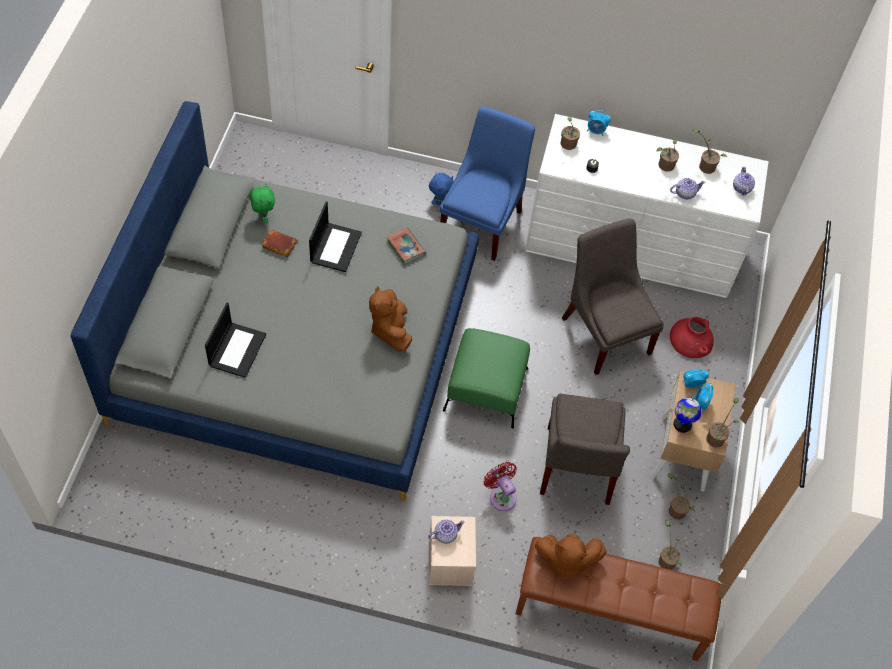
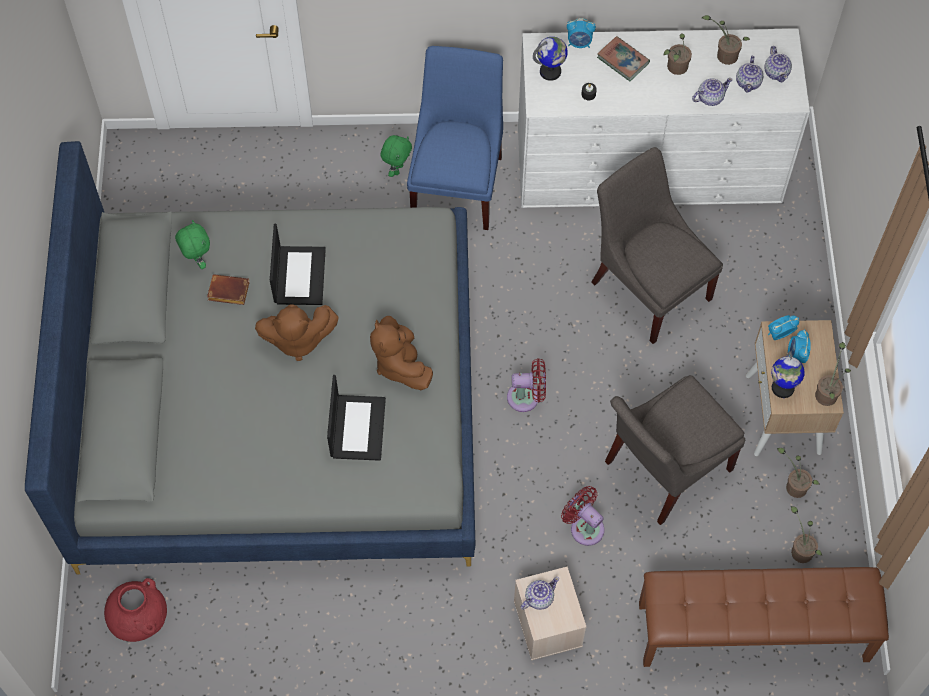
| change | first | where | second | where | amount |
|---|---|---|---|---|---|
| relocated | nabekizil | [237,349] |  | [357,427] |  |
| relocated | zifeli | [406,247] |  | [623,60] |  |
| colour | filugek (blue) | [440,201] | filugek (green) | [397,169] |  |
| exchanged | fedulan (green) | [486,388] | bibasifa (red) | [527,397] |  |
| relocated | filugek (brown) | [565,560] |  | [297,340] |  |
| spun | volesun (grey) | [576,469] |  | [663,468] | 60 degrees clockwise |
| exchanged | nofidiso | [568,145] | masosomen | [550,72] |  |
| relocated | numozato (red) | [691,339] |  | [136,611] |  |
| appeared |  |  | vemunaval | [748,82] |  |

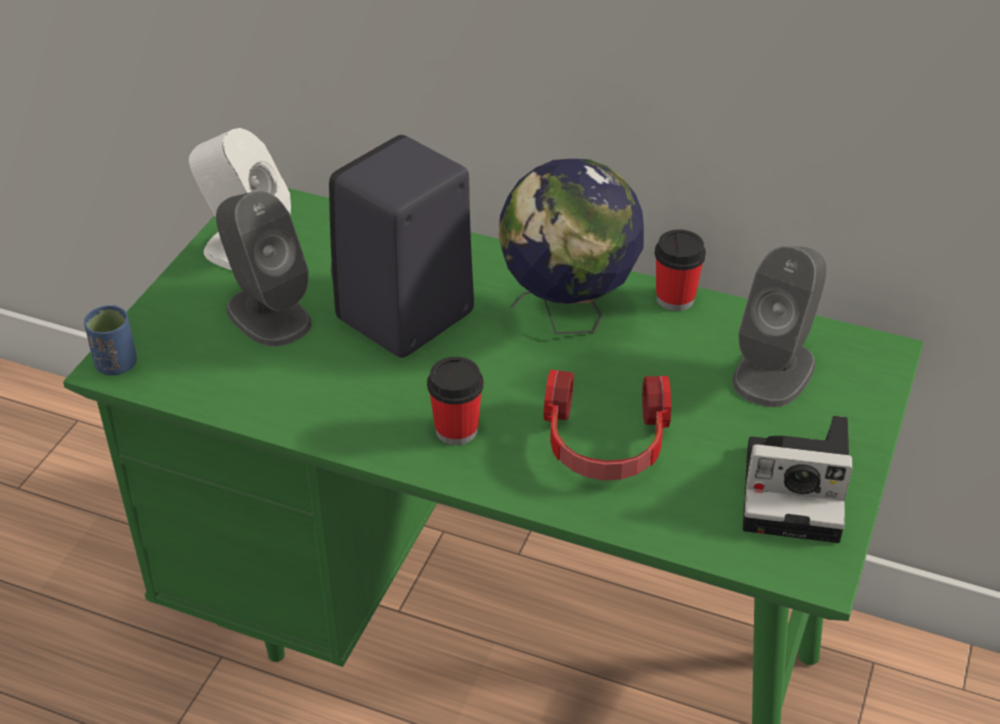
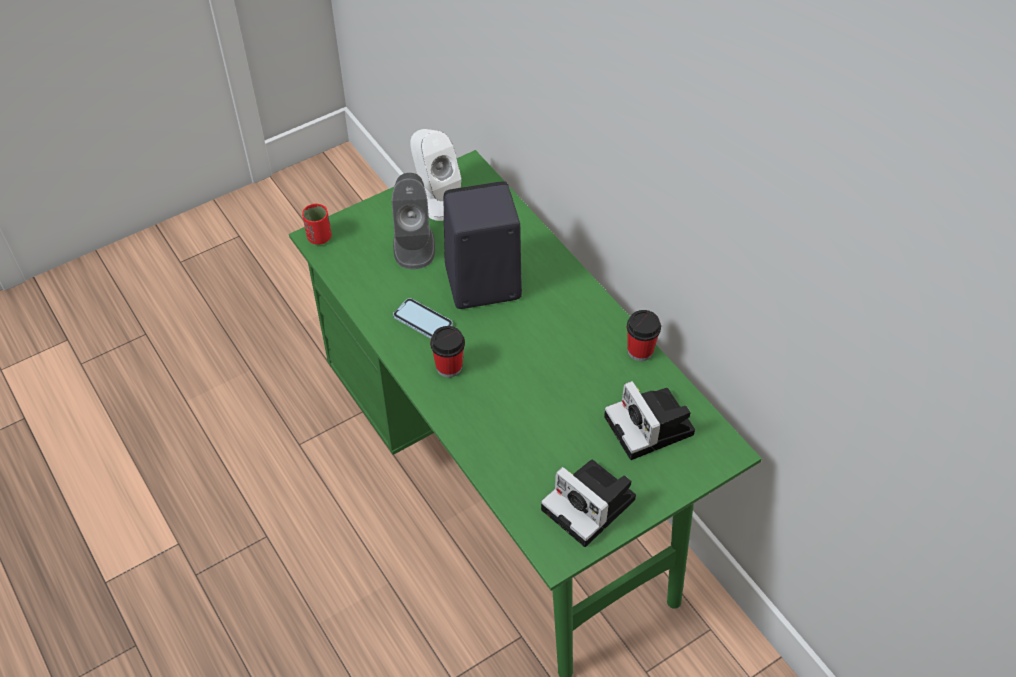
| change | first | where | second | where | amount |
|---|---|---|---|---|---|
| colour | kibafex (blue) | [116,365] | kibafex (red) | [319,237] |  |
| missing | masosomen | [568,318] |  |  |  |
| missing | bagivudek | [605,444] |  |  |  |
| exchanged | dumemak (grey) | [774,371] | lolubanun | [651,428] |  |
| appeared |  |  | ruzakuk | [423,321] |  |

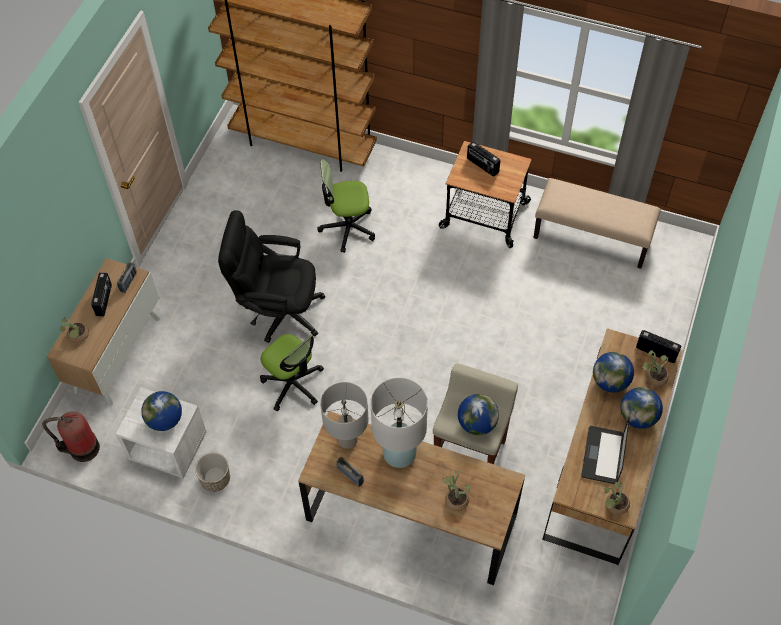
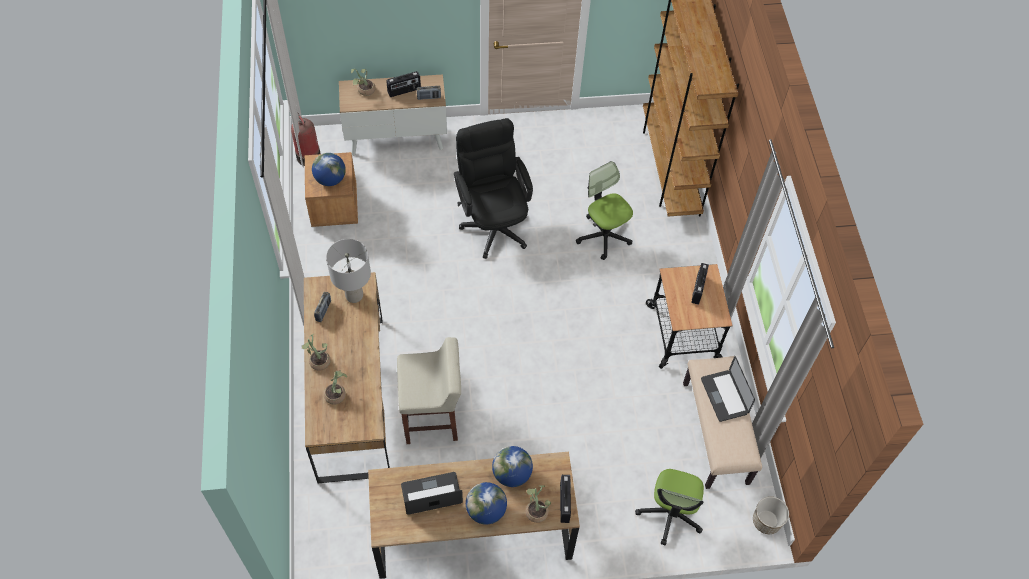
| change | first | where | second | where | amount |
|---|---|---|---|---|---|
| colour | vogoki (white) | [167,447] | vogoki (brown) | [334,206] |  |
| relocated | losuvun | [215,479] |  | [766,521] |  |
| relocated | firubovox | [293,384] |  | [670,514] |  |
| missing | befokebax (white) | [399,453] |  |  |  |
| missing | masosomen | [477,423] |  |  |  |
| relocated | nofidiso | [614,506] |  | [318,360] |  |
| appeared |  |  | nabekizil | [724,396] |  |

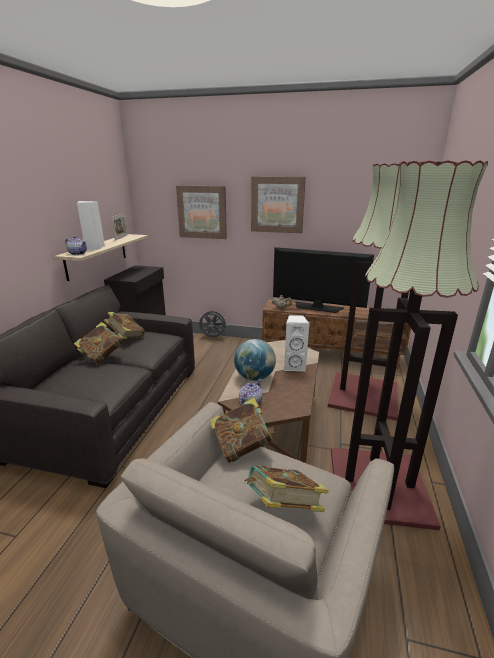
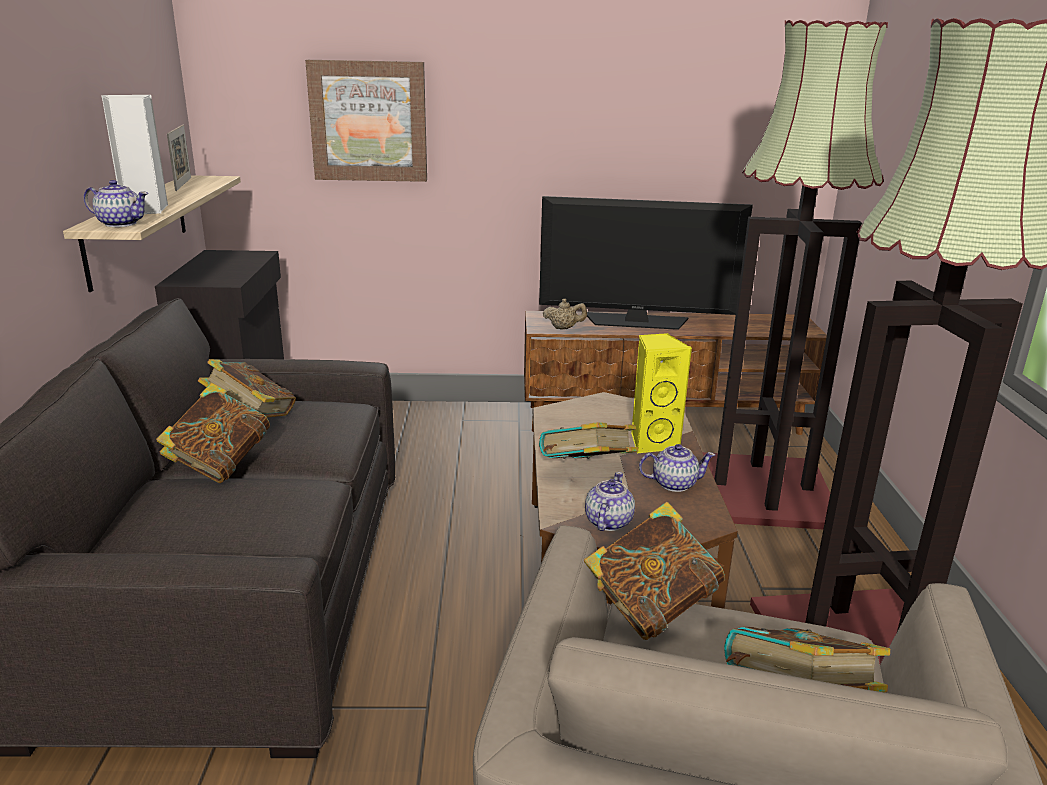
| change | first | where | second | where | amount |
|---|---|---|---|---|---|
| missing | bibasifa (grey) | [212,337] |  |  |  |
| exchanged | masosomen | [254,377] | zifeli | [587,473] |  |
| missing | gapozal | [277,205] |  |  |  |
| colour | dumemak (white) | [294,366] | dumemak (yellow) | [652,442] |  |
| appeared |  |  | vemunaval | [673,484] |  |

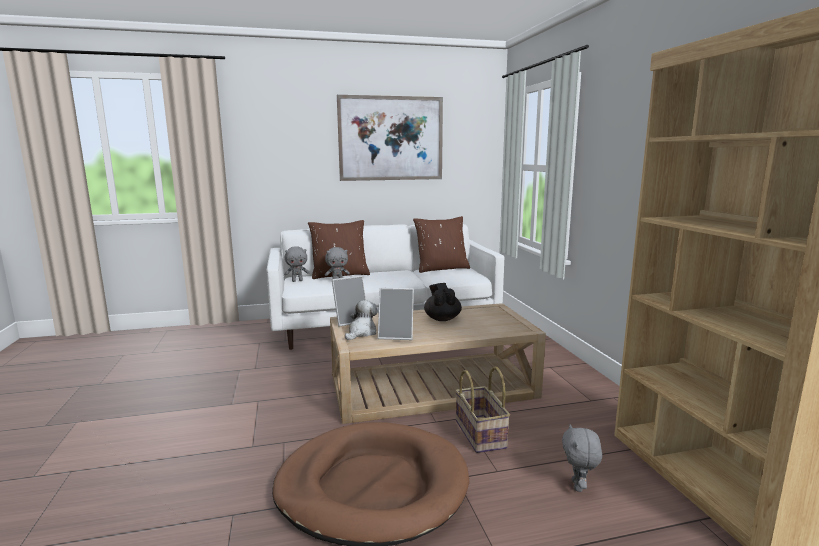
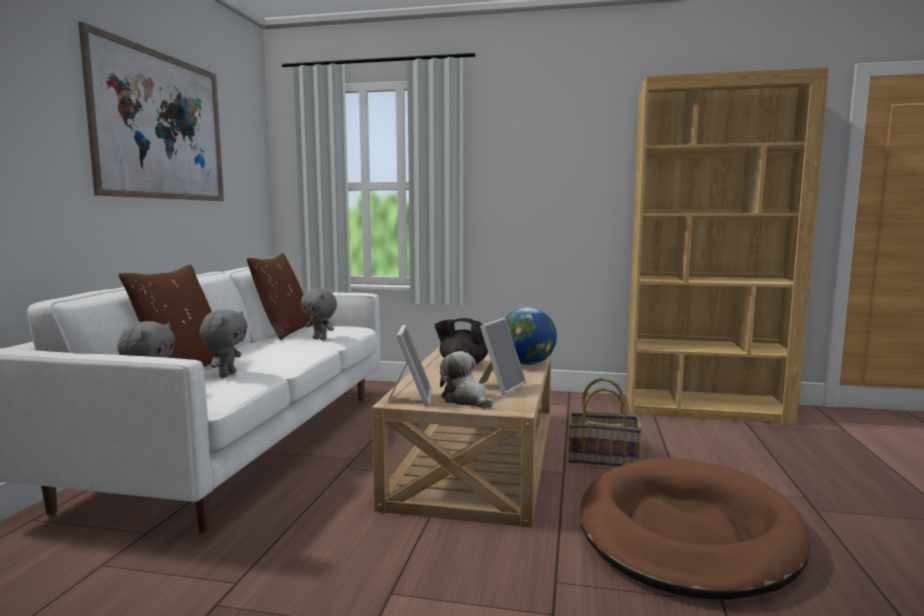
| change | first | where | second | where | amount |
|---|---|---|---|---|---|
| relocated | filugek (grey) | [578,486] |  | [320,339] |  |
| appeared |  |  | masosomen | [527,364] |  |

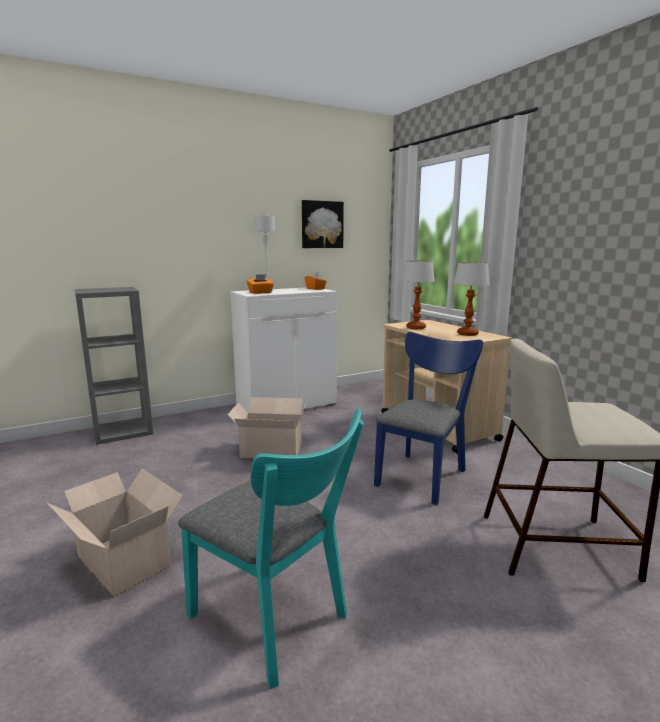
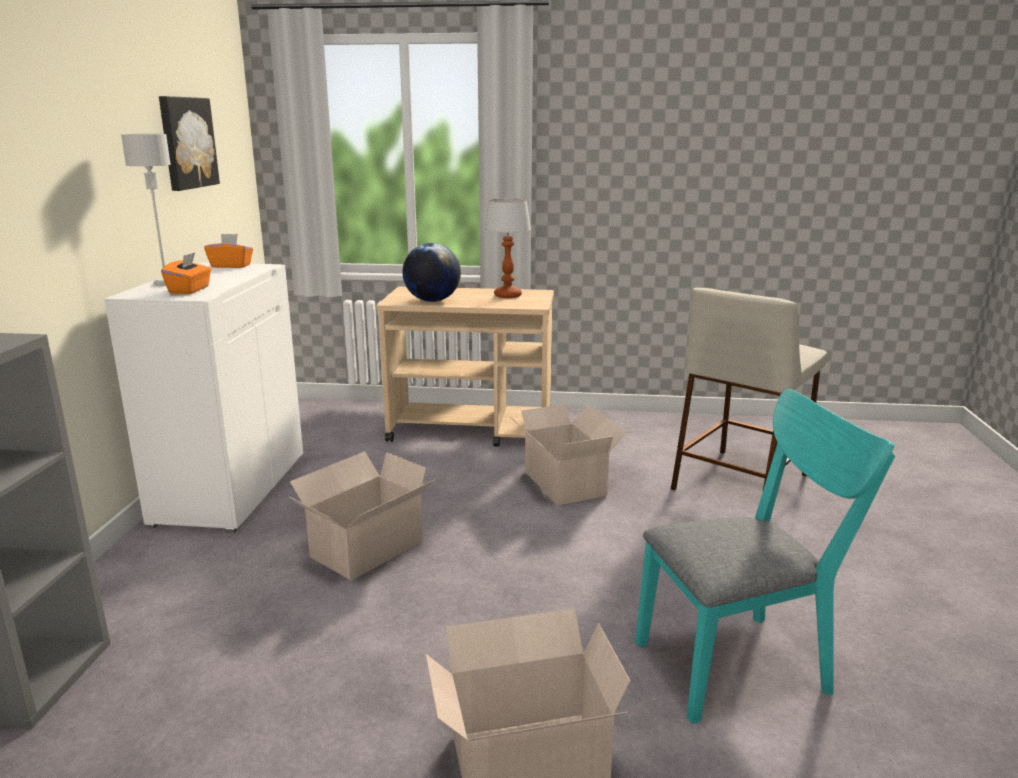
| change | first | where | second | where | amount |
|---|---|---|---|---|---|
| exchanged | volesun (blue) | [423,474] | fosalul | [564,482] |  |
| exchanged | befokebax | [415,328] | masosomen | [432,301] |  |

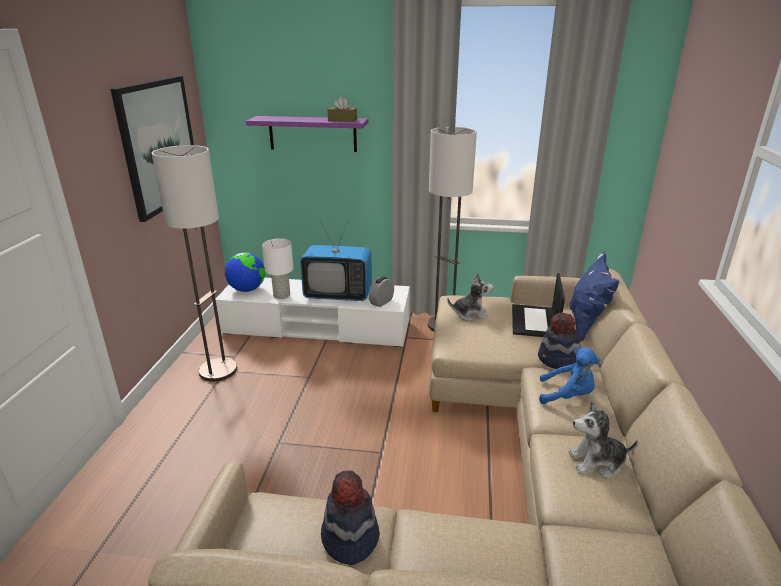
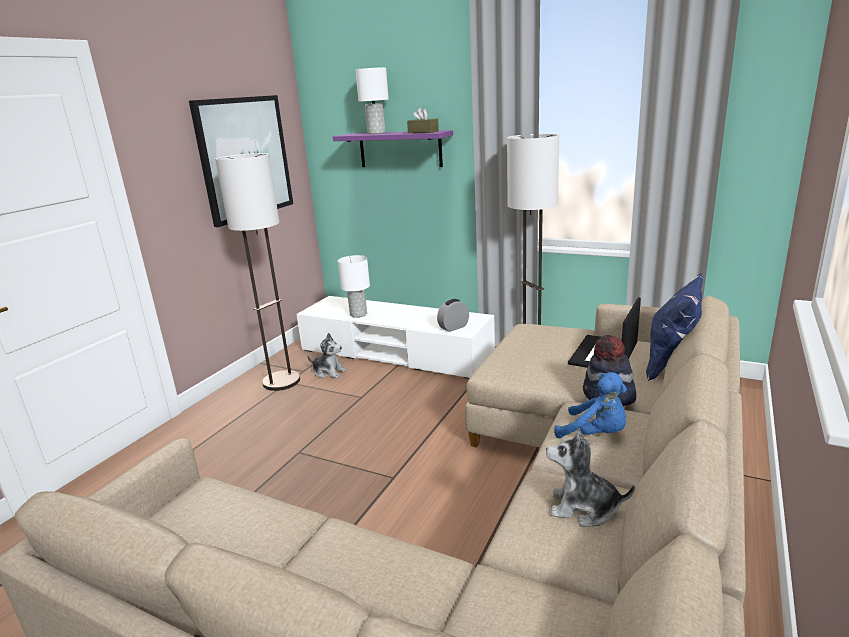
| change | first | where | second | where | amount |
|---|---|---|---|---|---|
| missing | masosomen | [247,289] |  |  |  |
| missing | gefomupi | [338,295] |  |  |  |
| missing | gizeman | [349,538] |  |  |  |
| relocated | filugek | [470,314] |  | [328,372] |  |
| appeared |  |  | befokebax (white) | [376,133] |  |

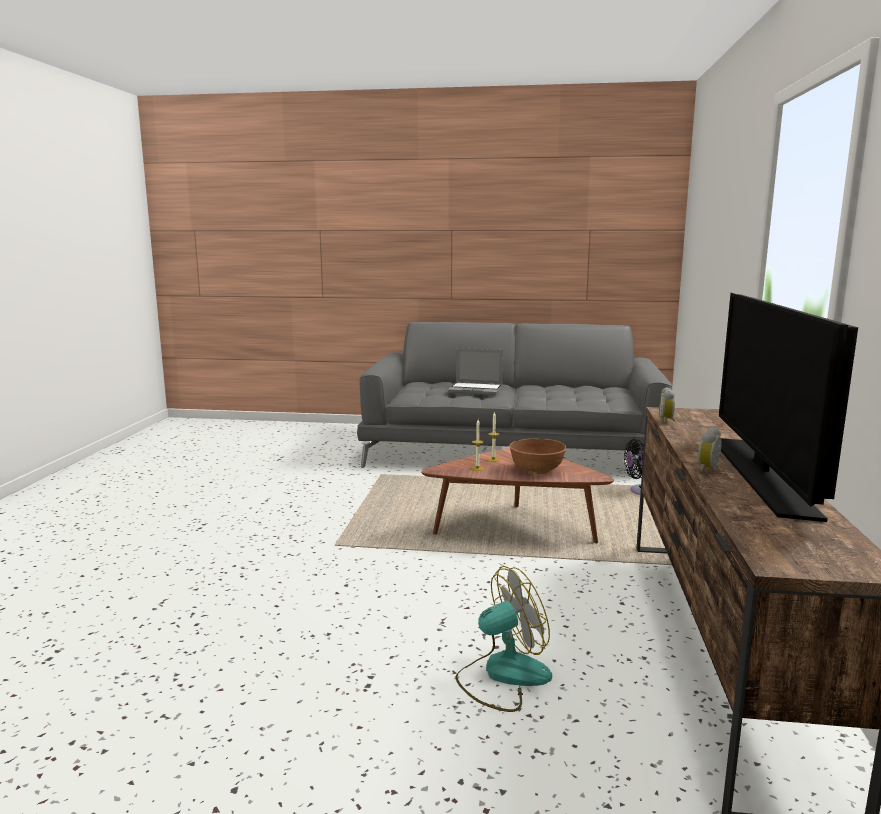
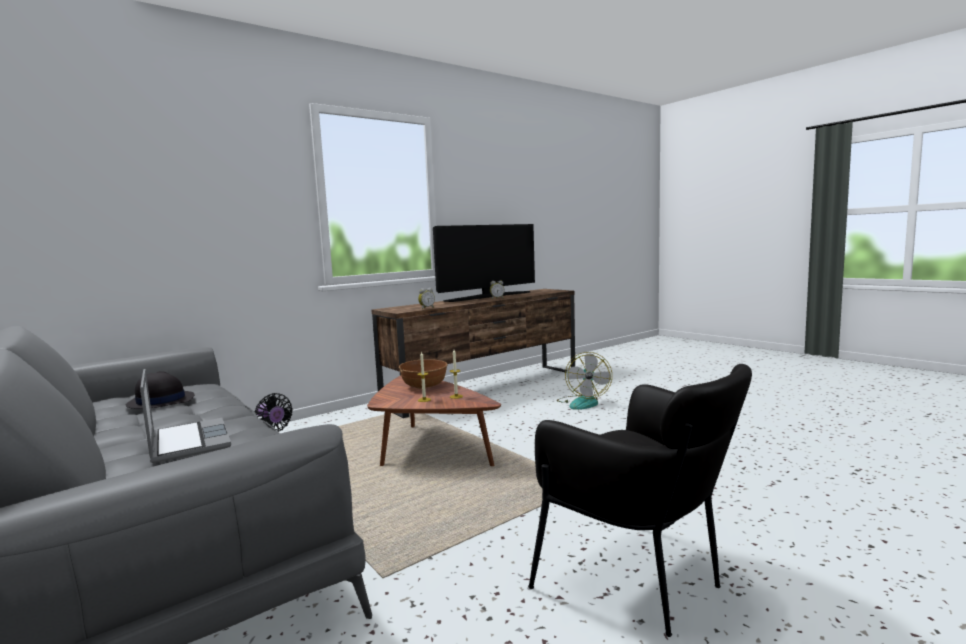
| change | first | where | second | where | amount |
|---|---|---|---|---|---|
| spun | bibasifa | [503,675] |  | [583,402] | 105 degrees counterclockwise |
| appeared |  |  | gizeman (black) | [160,401] |  |
| appeared |  |  | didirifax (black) | [640,582] |  |

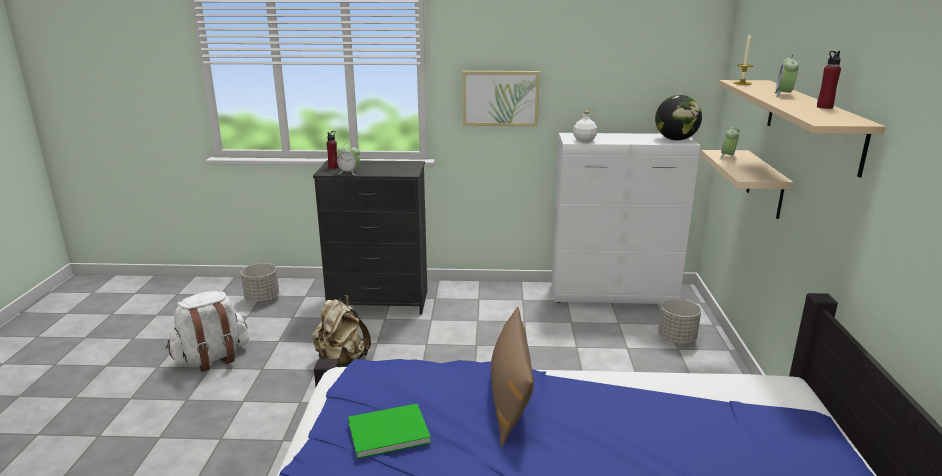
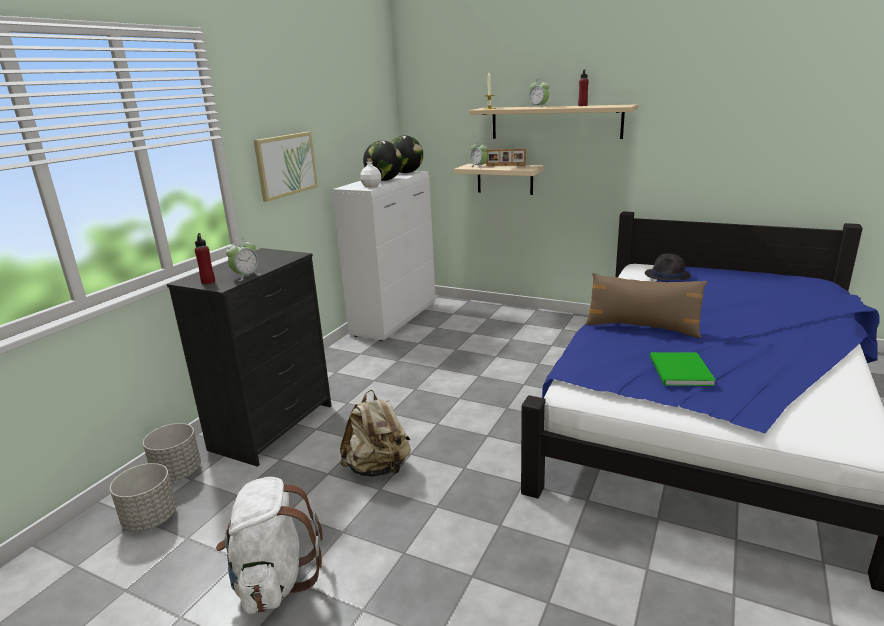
| change | first | where | second | where | amount |
|---|---|---|---|---|---|
| relocated | losuvun (grey) | [677,339] |  | [178,472] |  |
| appeared |  |  | masosomen | [384,180] |  |
| appeared |  |  | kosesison | [505,165] |  |
| appeared |  |  | gizeman (black) | [667,275] |  |

